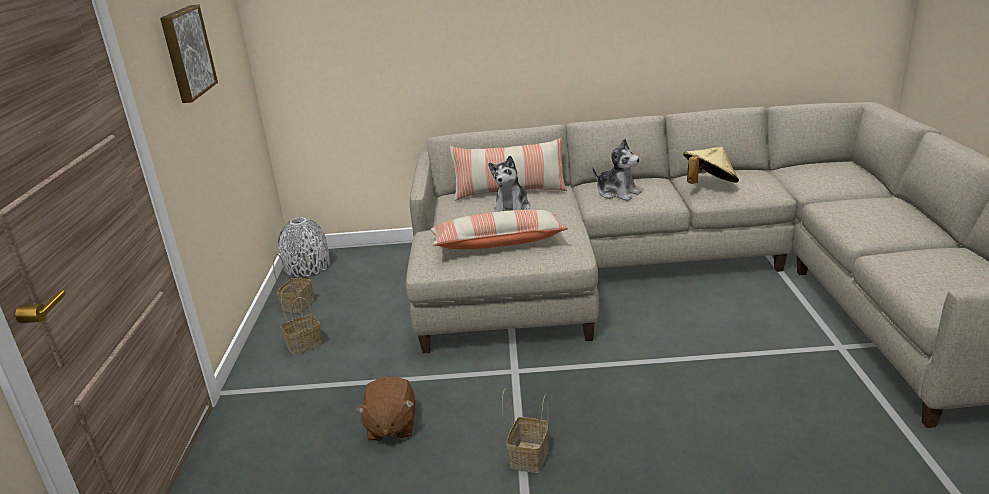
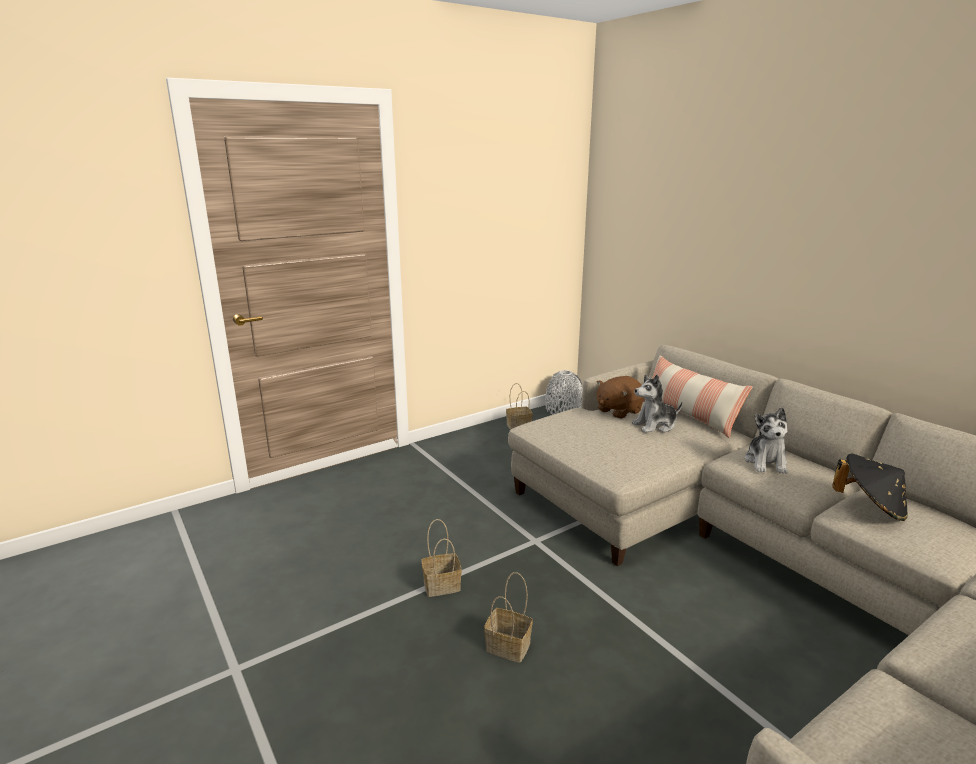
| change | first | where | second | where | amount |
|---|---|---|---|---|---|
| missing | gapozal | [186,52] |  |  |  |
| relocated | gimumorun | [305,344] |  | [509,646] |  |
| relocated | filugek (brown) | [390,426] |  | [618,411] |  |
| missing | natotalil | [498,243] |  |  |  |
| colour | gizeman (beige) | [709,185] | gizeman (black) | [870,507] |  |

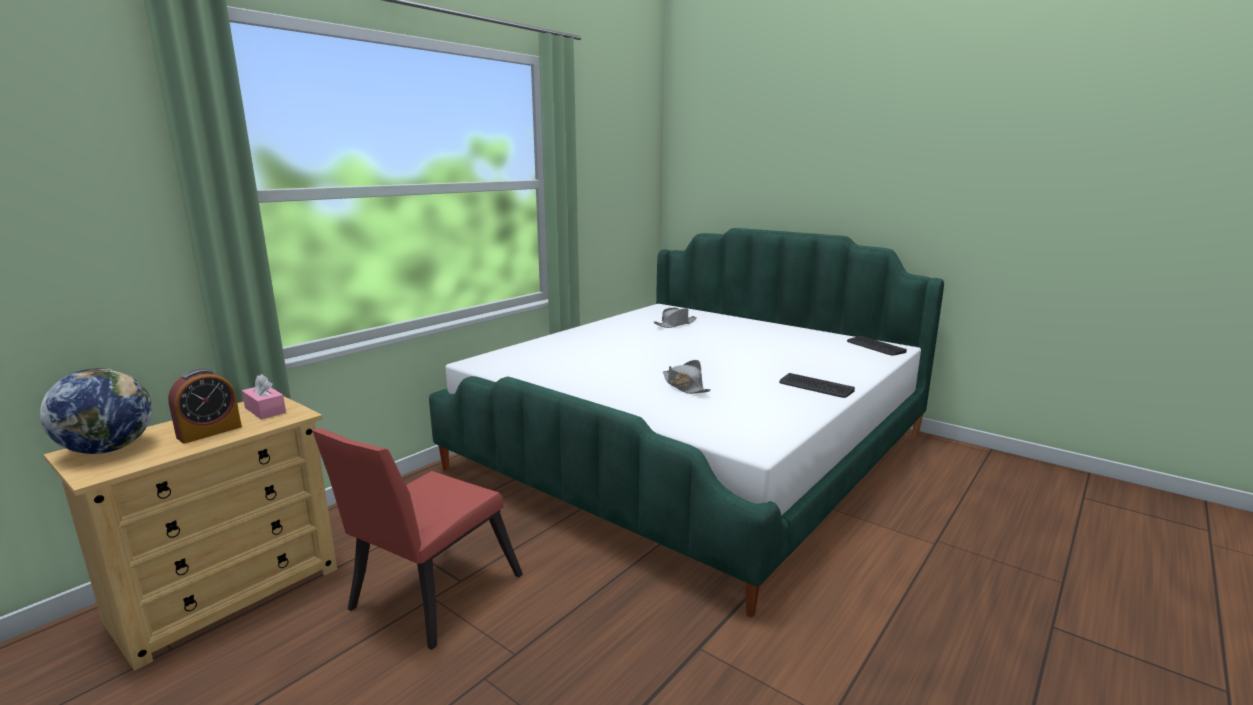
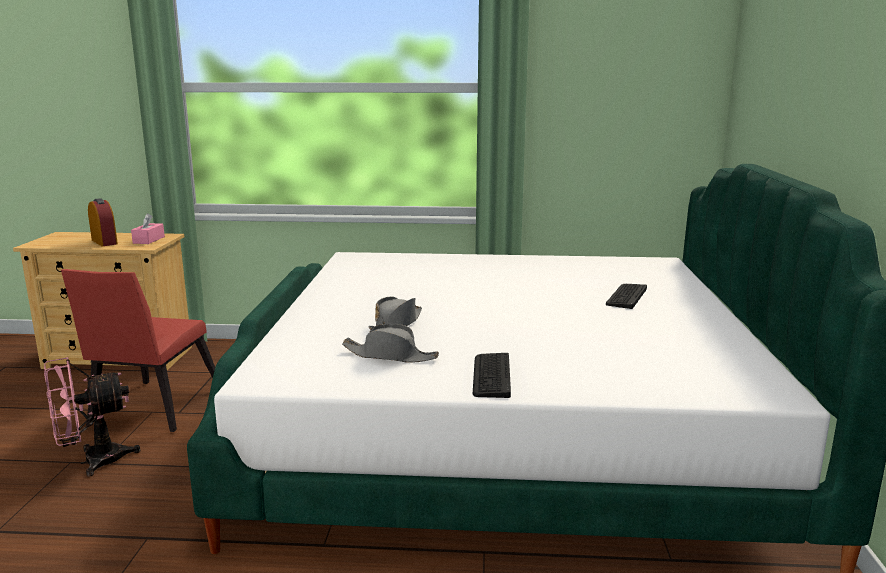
| change | first | where | second | where | amount |
|---|---|---|---|---|---|
| missing | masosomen | [108,449] |  |  |  |
| spun | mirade | [209,432] |  | [104,242] | 135 degrees counterclockwise |
| spun | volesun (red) | [428,597] |  | [151,410] | 75 degrees counterclockwise |
| relocated | gizeman (grey) | [675,324] |  | [390,355] |  |
| relocated | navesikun | [875,346] |  | [626,296] |  |
| appeared |  |  | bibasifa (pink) | [93,461] |  |

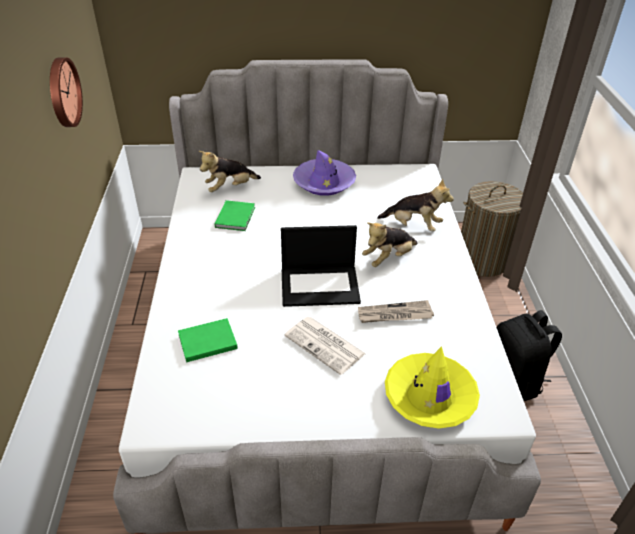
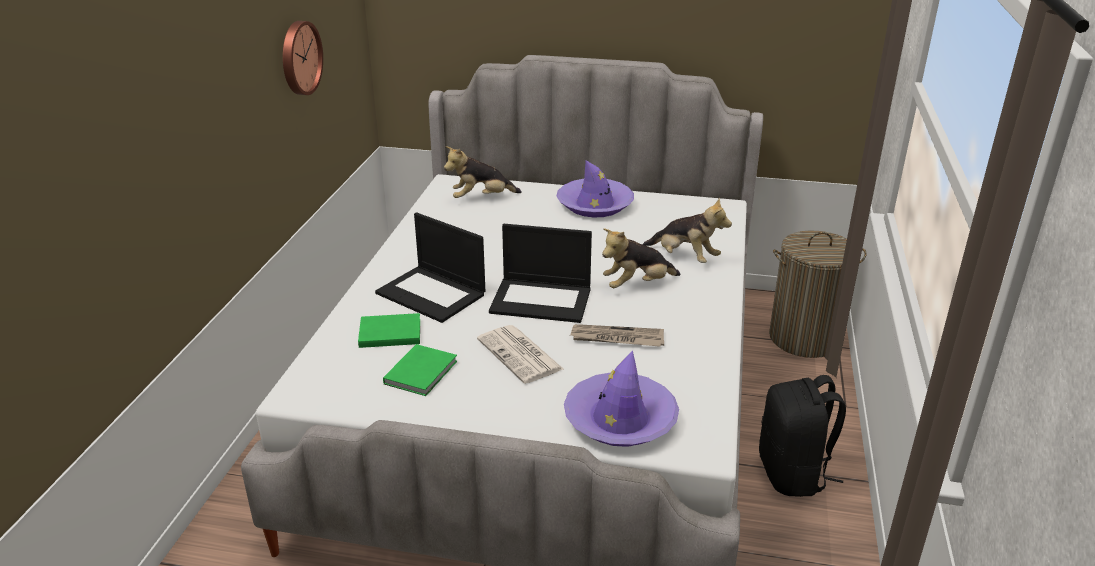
| change | first | where | second | where | amount |
|---|---|---|---|---|---|
| relocated | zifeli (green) | [236,216] |  | [423,371] |  |
| colour | gizeman (yellow) | [430,397] | gizeman (purple) | [620,419] |  |
| appeared |  |  | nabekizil | [432,294] |  |

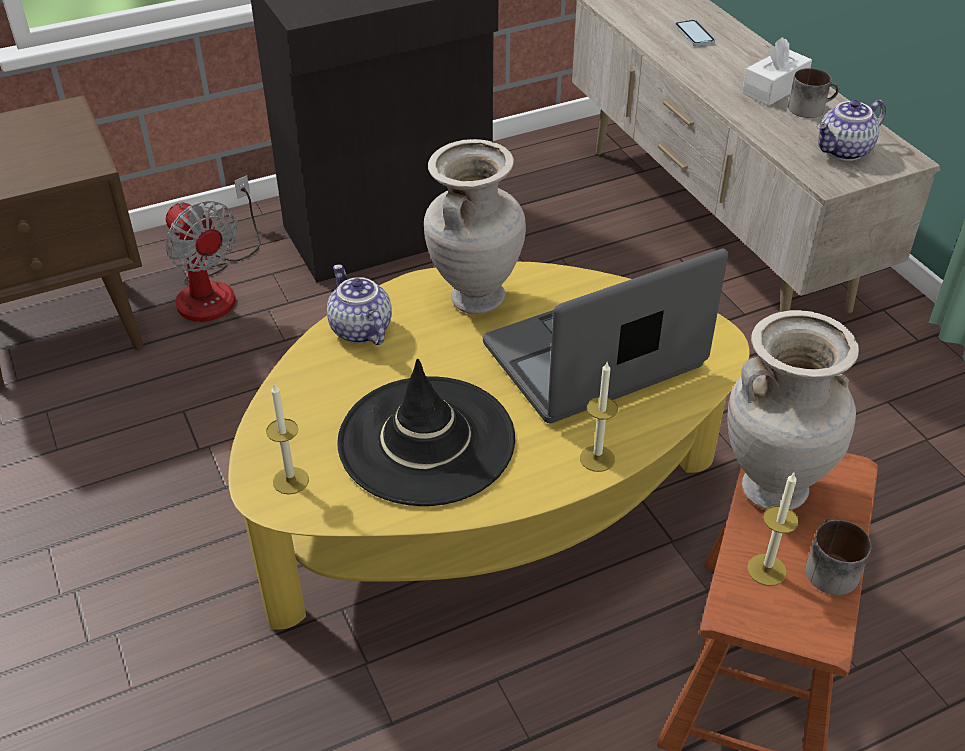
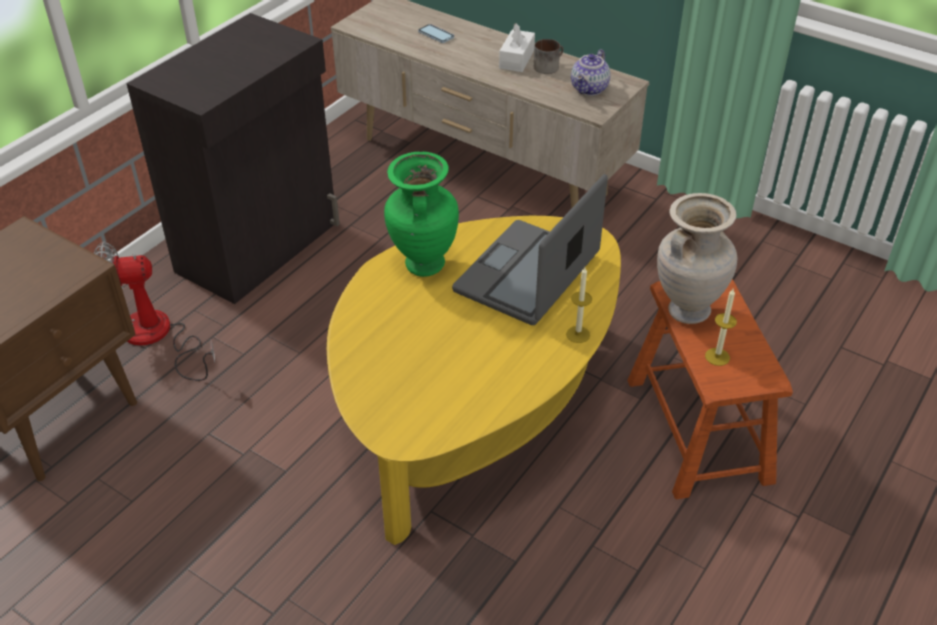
| change | first | where | second | where | amount |
|---|---|---|---|---|---|
| spun | bibasifa | [214,288] |  | [157,337] | 150 degrees clockwise |
| missing | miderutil | [291,480] |  |  |  |
| missing | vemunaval | [359,330] |  |  |  |
| missing | gizeman (black) | [426,441] |  |  |  |
| colour | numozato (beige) | [475,299] | numozato (green) | [423,265] |  |
| missing | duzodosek | [827,567] |  |  |  |

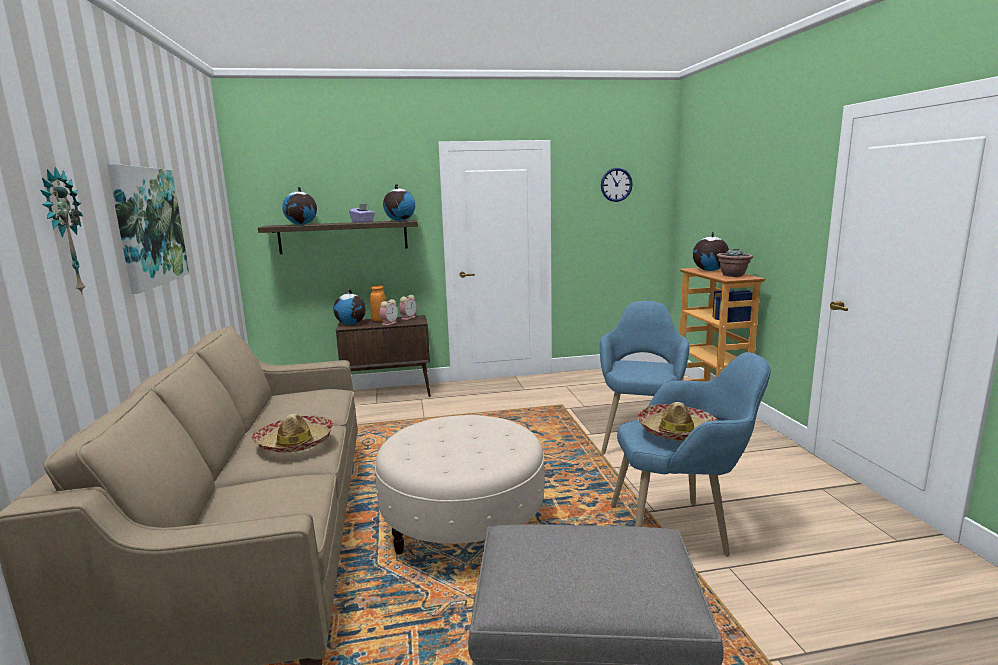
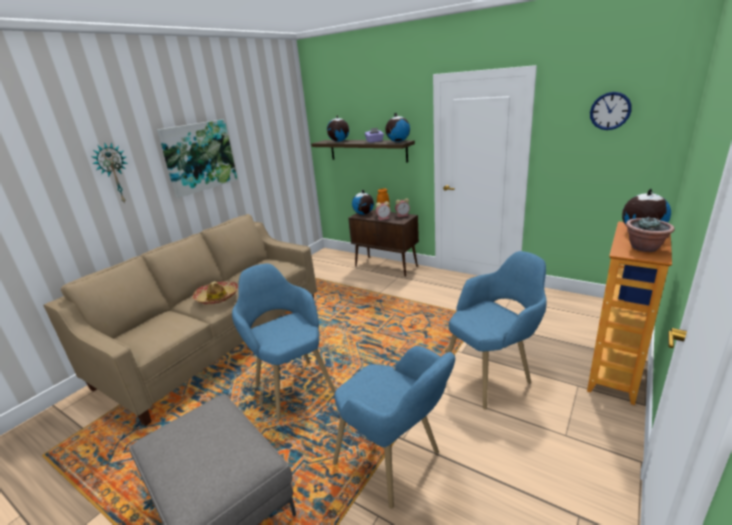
| change | first | where | second | where | amount |
|---|---|---|---|---|---|
| exchanged | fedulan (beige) | [463,529] | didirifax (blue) | [290,383] |  |
| missing | gizeman | [676,431] |  |  |  |

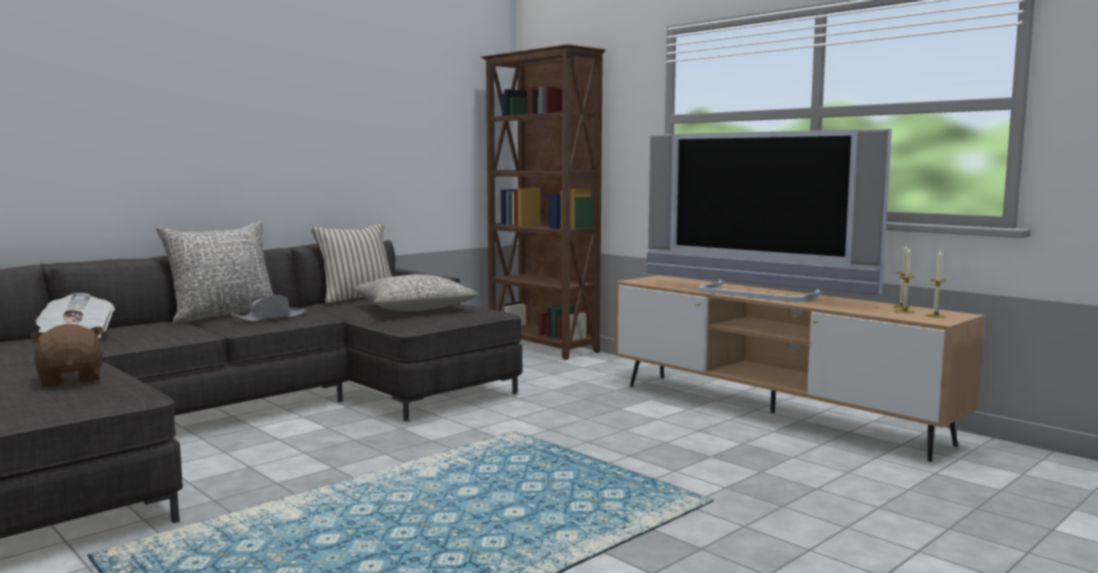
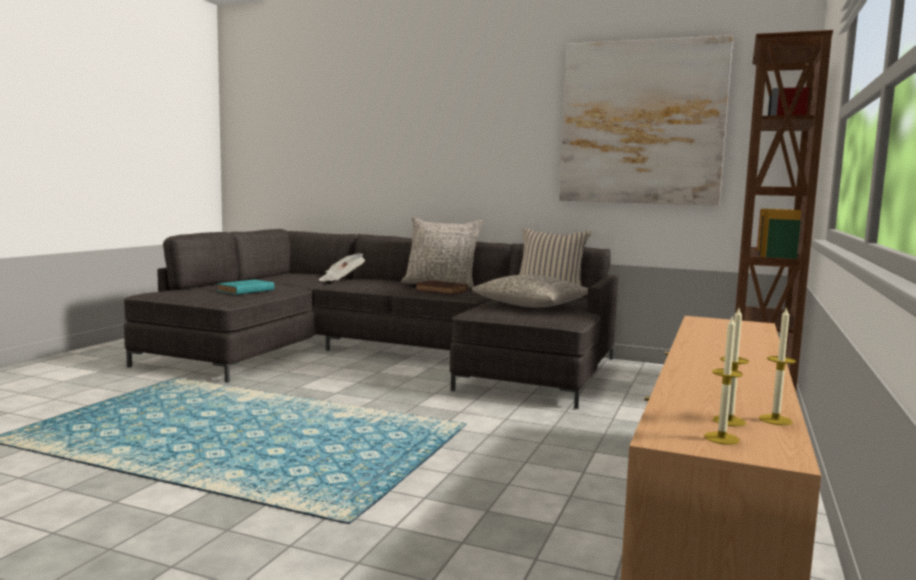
| change | first | where | second | where | amount |
|---|---|---|---|---|---|
| exchanged | filugek (brown) | [72,380] | zifeli (turquoise) | [244,290] |  |
| exchanged | gizeman (grey) | [270,318] | zifeli (brown) | [442,291] |  |
| missing | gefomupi | [756,294] |  |  |  |
| appeared |  |  | gapozal | [641,123] |  |

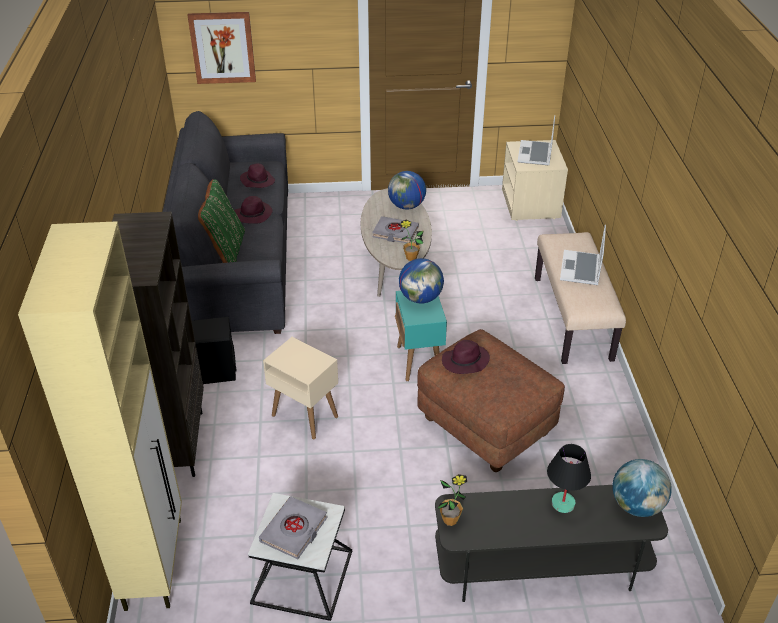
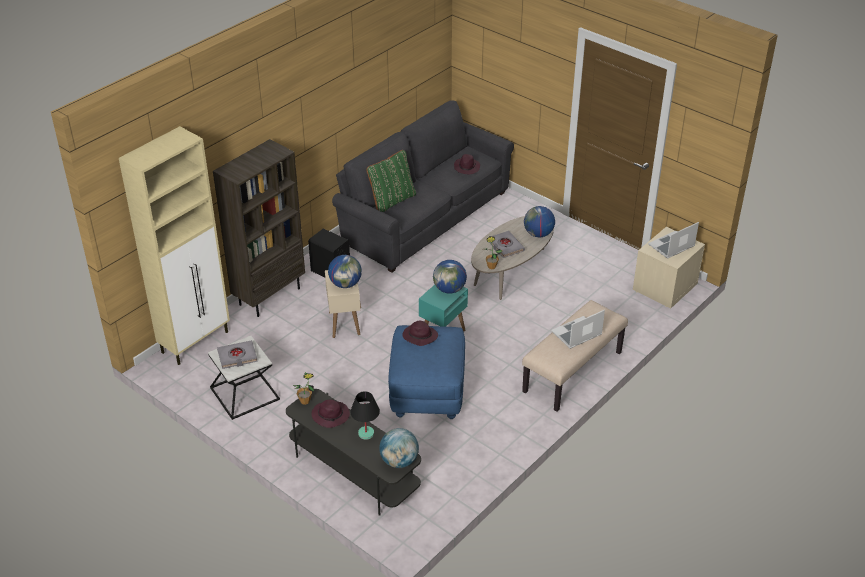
| change | first | where | second | where | amount |
|---|---|---|---|---|---|
| missing | gapozal | [222,47] |  |  |  |
| relocated | gizeman (purple) | [253,214] |  | [331,415] |  |
| colour | fedulan (brown) | [485,426] | fedulan (blue) | [427,392] |  |
| appeared |  |  | masosomen | [345,284] |  |

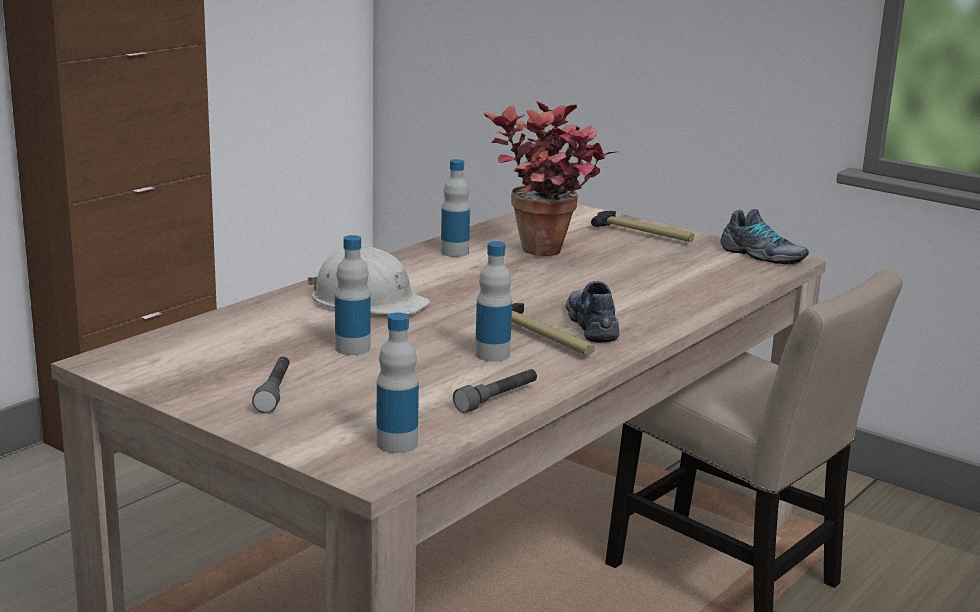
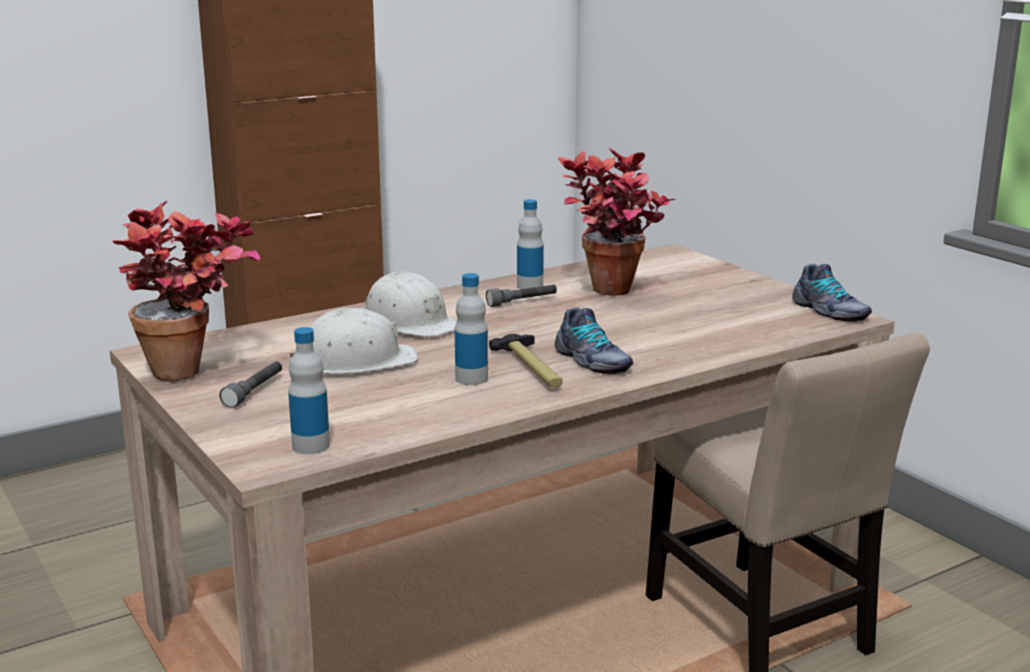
| change | first | where | second | where | amount |
|---|---|---|---|---|---|
| exchanged | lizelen | [352,348] | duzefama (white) | [356,361] |  |
| relocated | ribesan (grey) | [497,399] |  | [522,302] |  |
| spun | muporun | [593,325] |  | [591,361] | 135 degrees clockwise |
| missing | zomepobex | [643,234] |  |  |  |
| appeared |  |  | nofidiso | [195,373] |  |

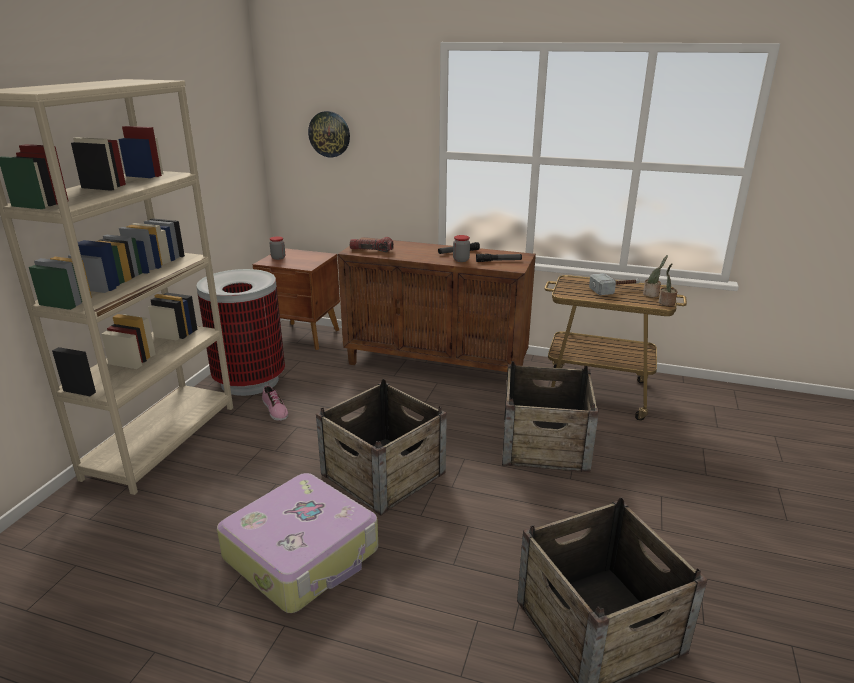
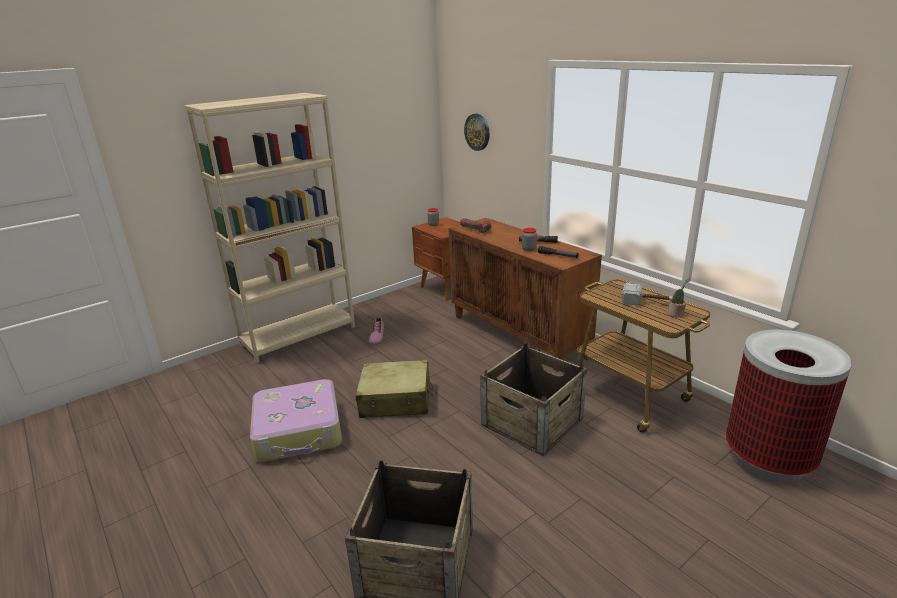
| change | first | where | second | where | amount |
|---|---|---|---|---|---|
| relocated | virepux | [249,381] |  | [768,458] |  |
| exchanged | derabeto | [383,473] | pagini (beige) | [396,400] |  |
| missing | nofidiso | [666,303] |  |  |  |

